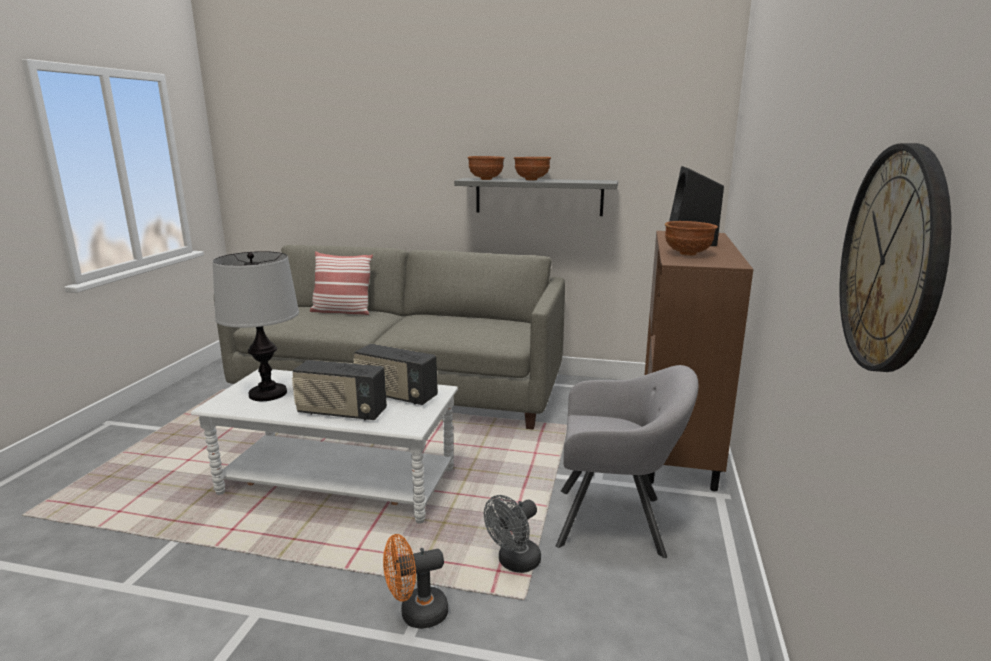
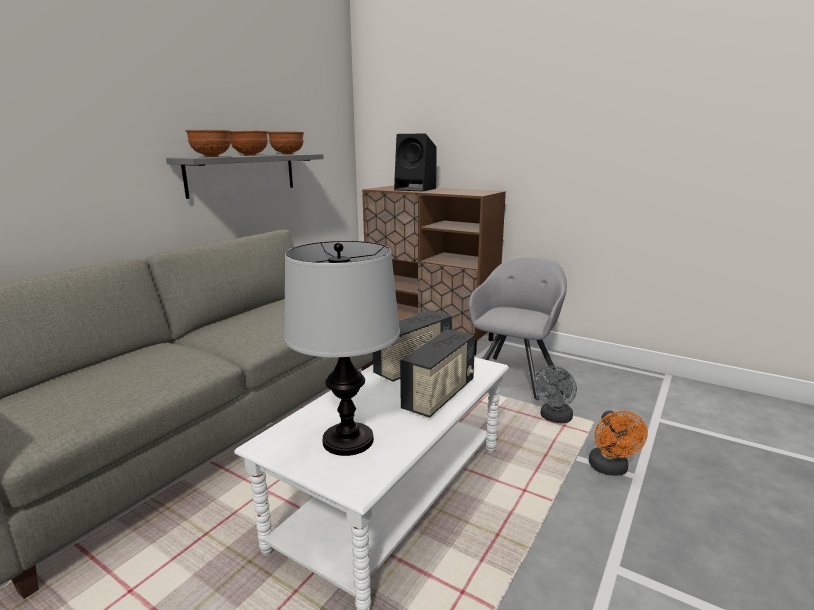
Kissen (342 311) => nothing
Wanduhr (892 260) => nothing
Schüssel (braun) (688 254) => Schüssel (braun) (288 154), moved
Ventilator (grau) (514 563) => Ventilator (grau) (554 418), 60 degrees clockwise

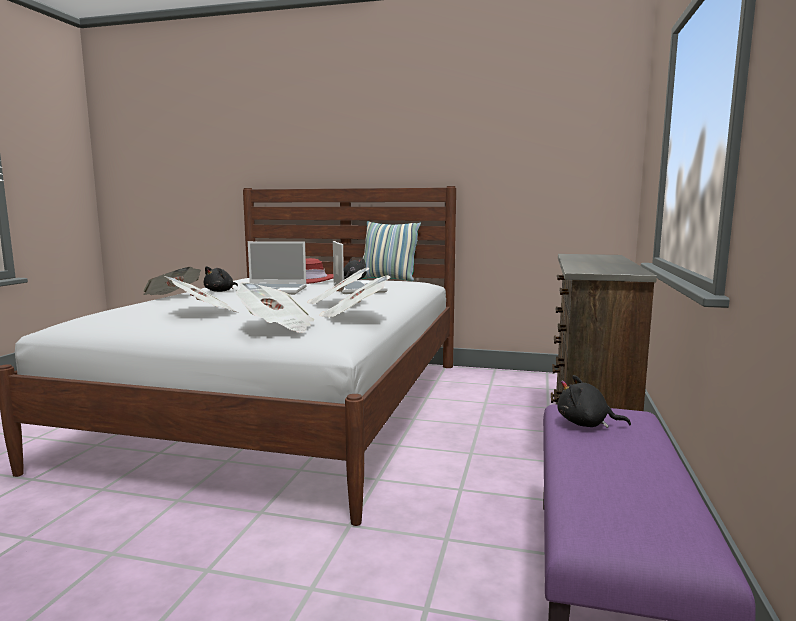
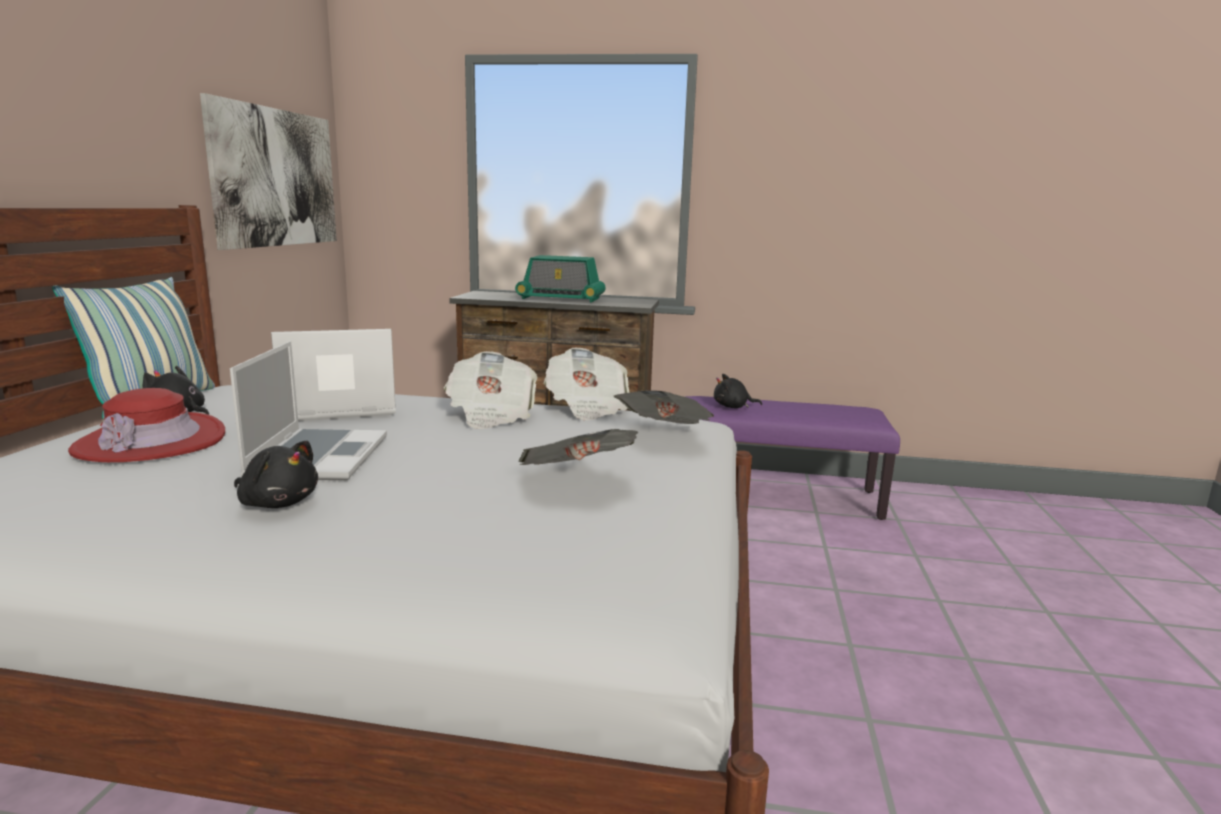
Zeitung (173 297) => nothing
nothing => Bild (276 178)
nothing => Radio (560 298)
Plüschtier (schwarz) (586 424) => Plüschtier (schwarz) (733 407), 75 degrees clockwise

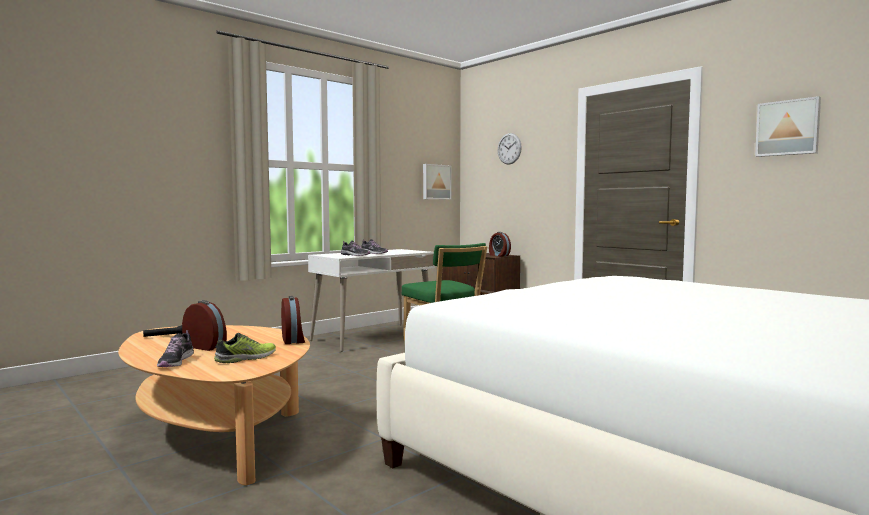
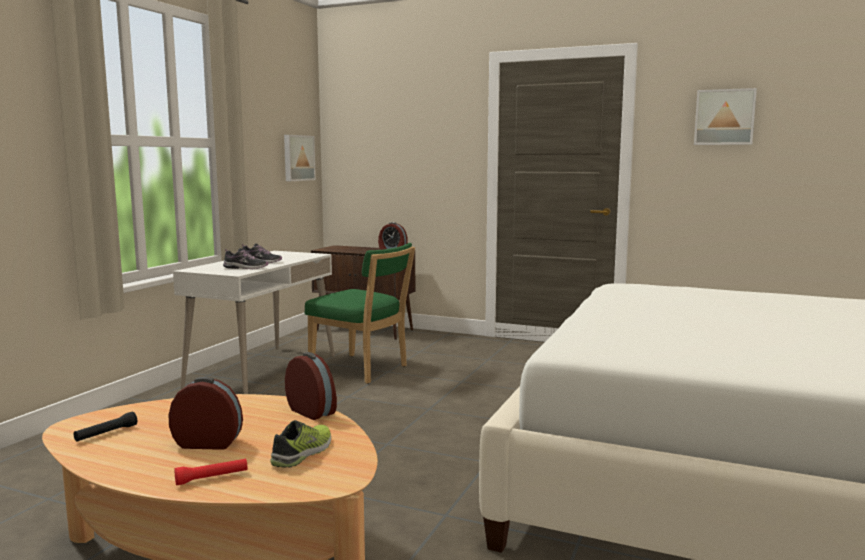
Wanduhr (509 148) => nothing
Schuh (175 362) => Taschenlampe (rot) (212 478)

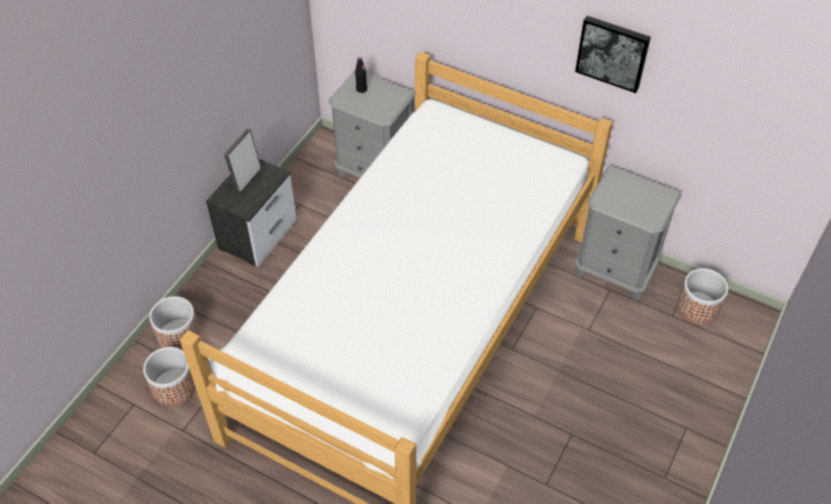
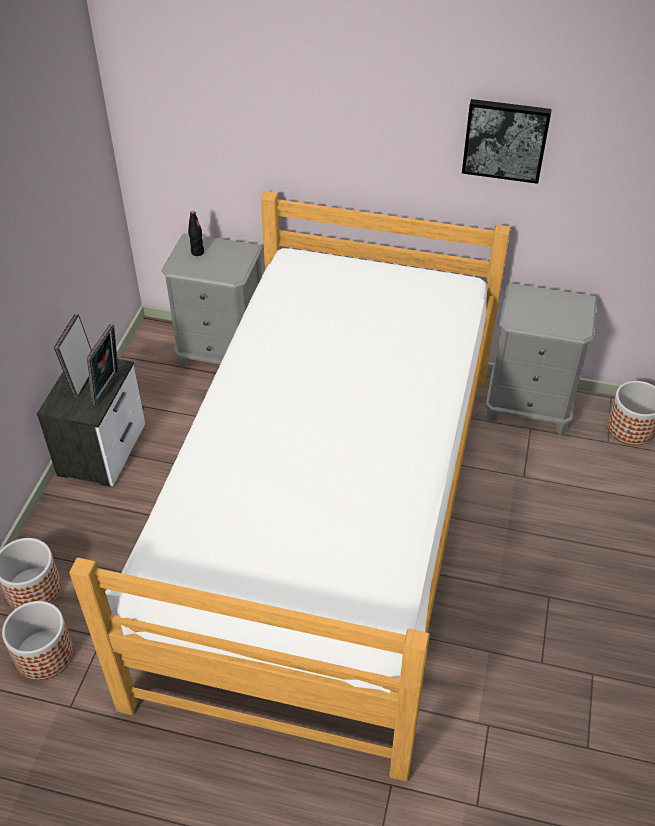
nothing => Bilderrahmen (108 389)

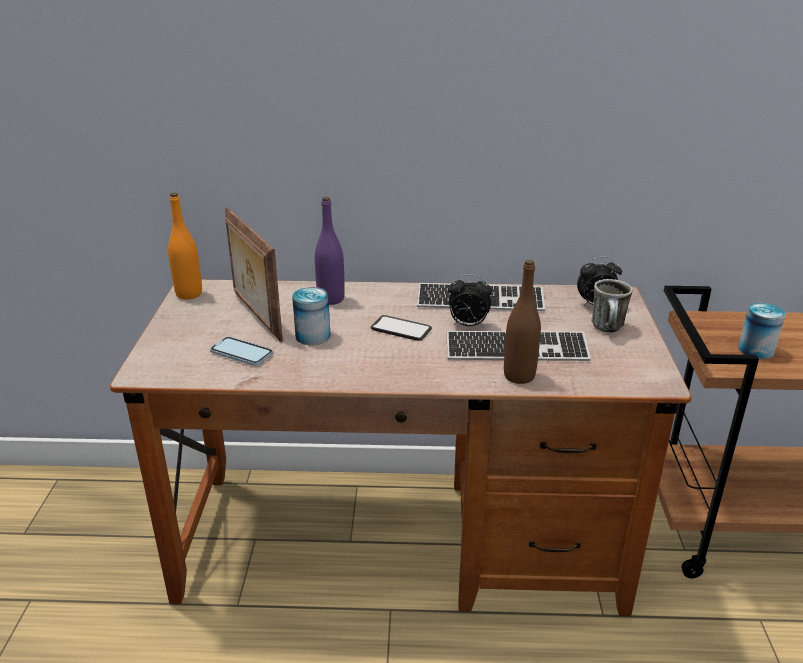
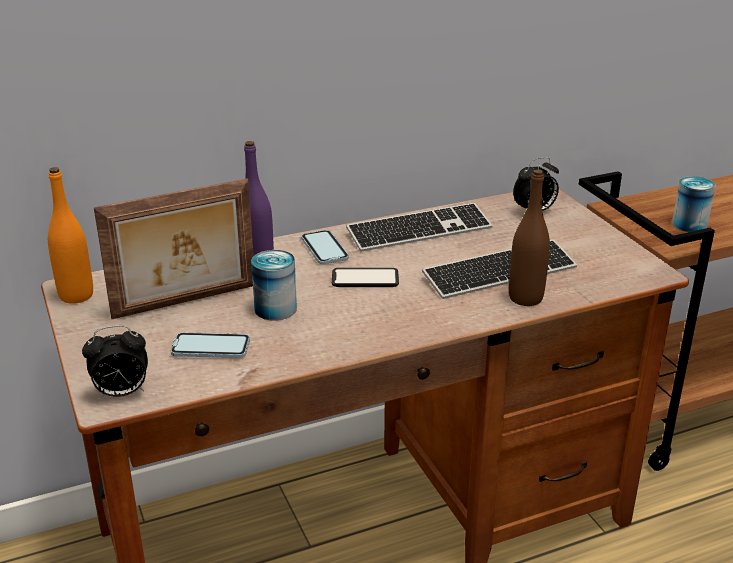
Henkelbecher (609 330) => nothing
nothing => Handy (324 249)
Wecker (468 325) => Wecker (121 393), moved
Bilderrahmen (255 316) => Bilderrahmen (186 302), 60 degrees counterclockwise

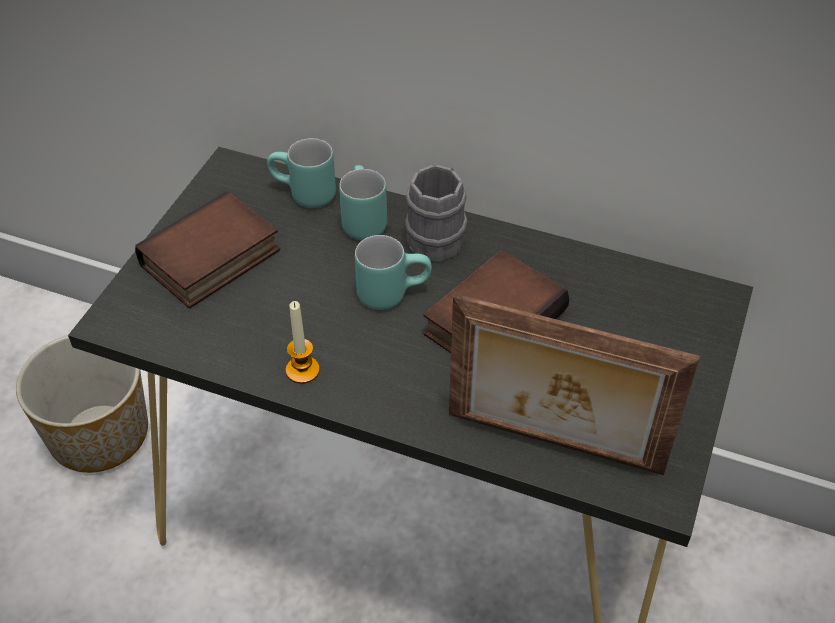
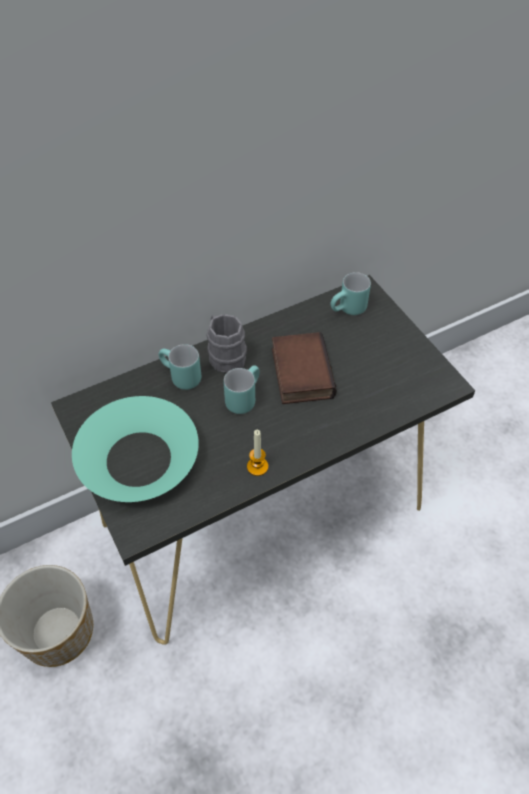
Bilderrahmen (553 445) => nothing
Henkelbecher (türkis) (302 195) => Henkelbecher (türkis) (349 311), moved
Buch (211 261) => Schüssel (türkis) (139 459)

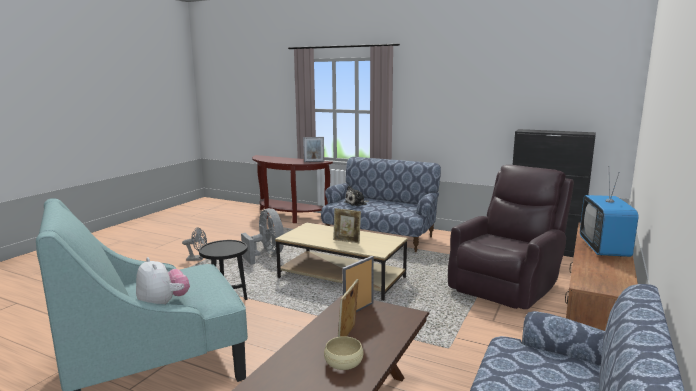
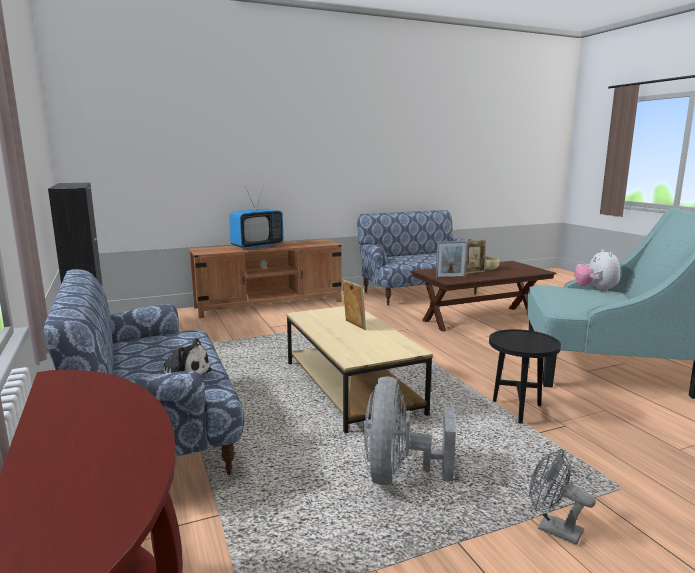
Bilderrahmen (314 161) => nothing
Sessel (braun) (507 284) => nothing

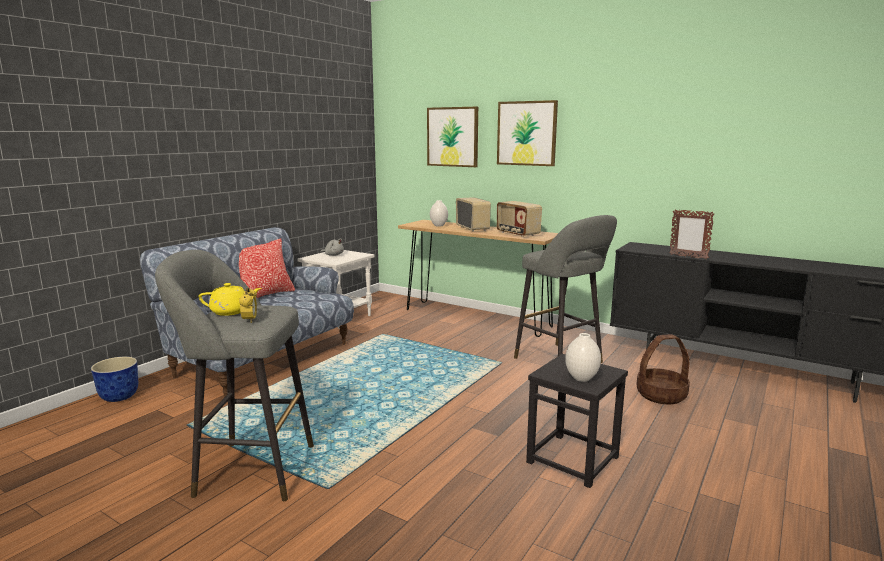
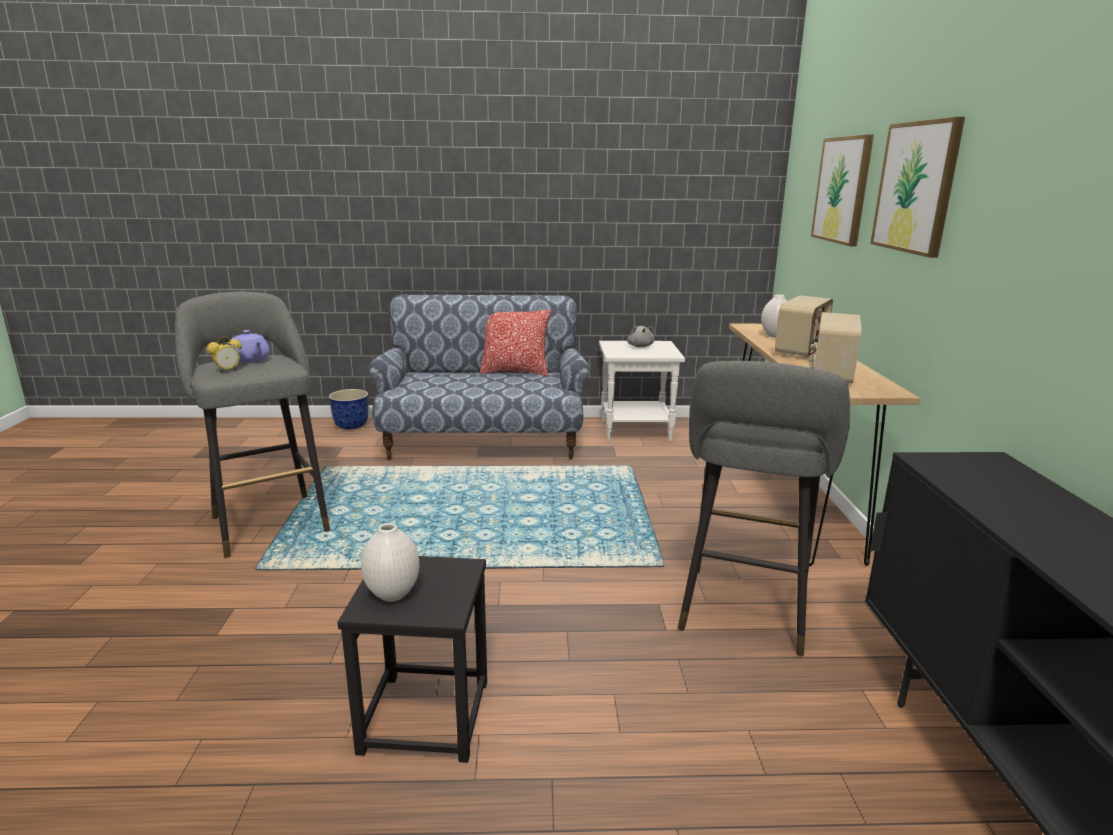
Korb (661 395) => nothing
Bilderrahmen (688 257) => nothing
Teekanne (gelb) (231 312) => Teekanne (lila) (250 360)

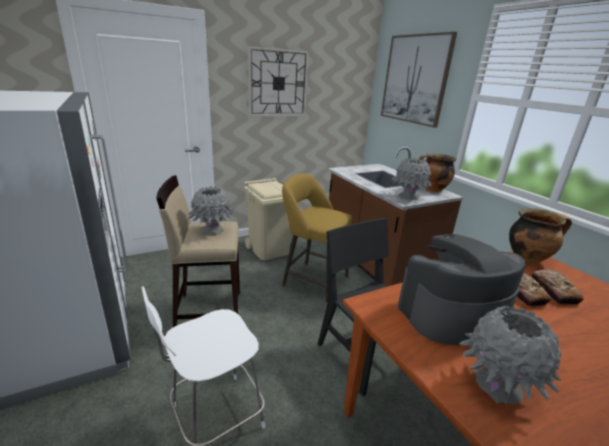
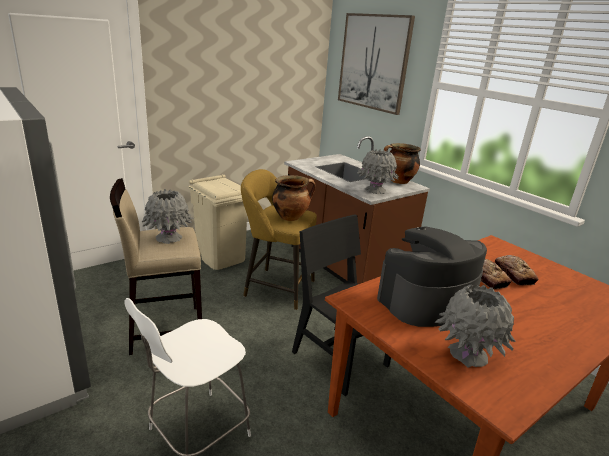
Wanduhr (278 83) => nothing
Kochtopf (527 258) => Kochtopf (291 217), moved

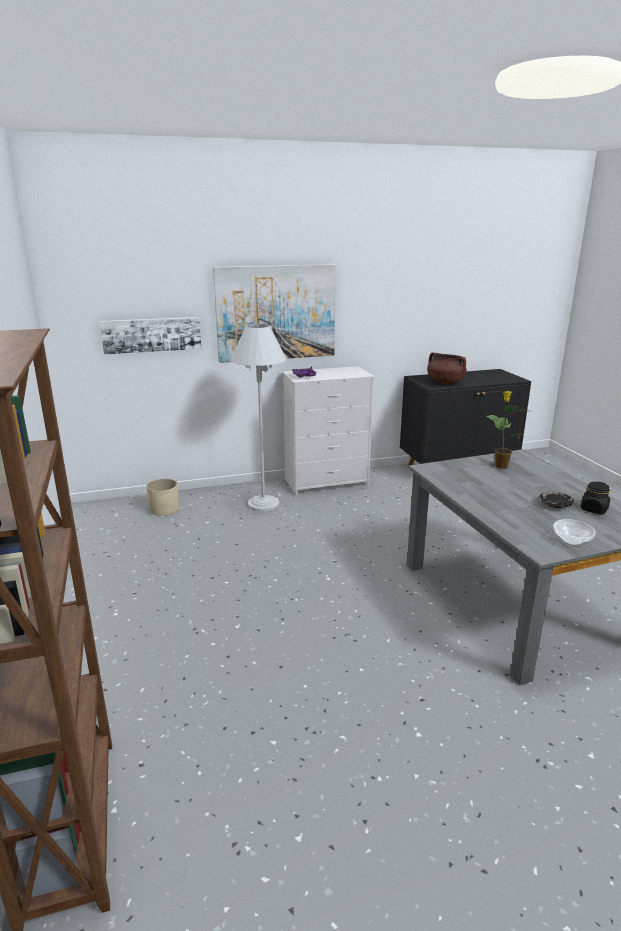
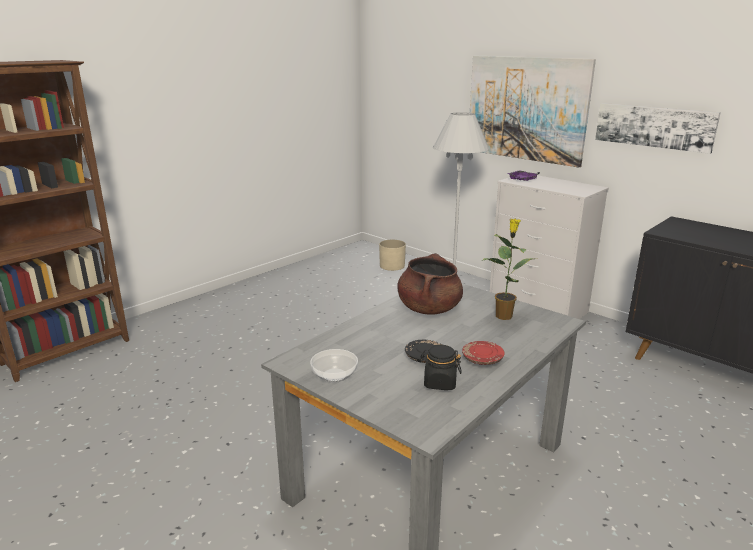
nothing => Teller (rot) (482 359)
Bild (151 334) => Bild (654 126), moved
Kochtopf (braun) (445 382) => Kochtopf (braun) (429 308), moved

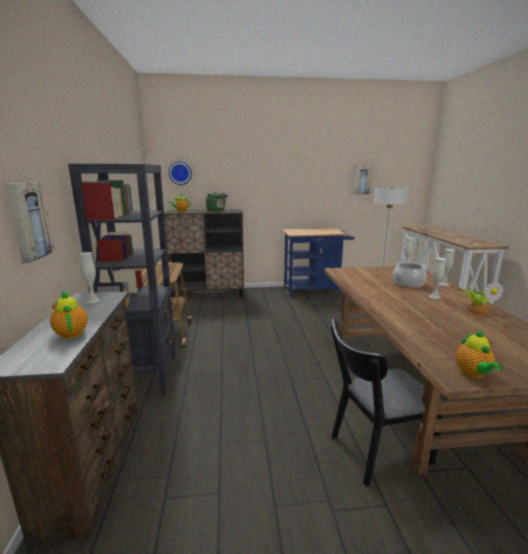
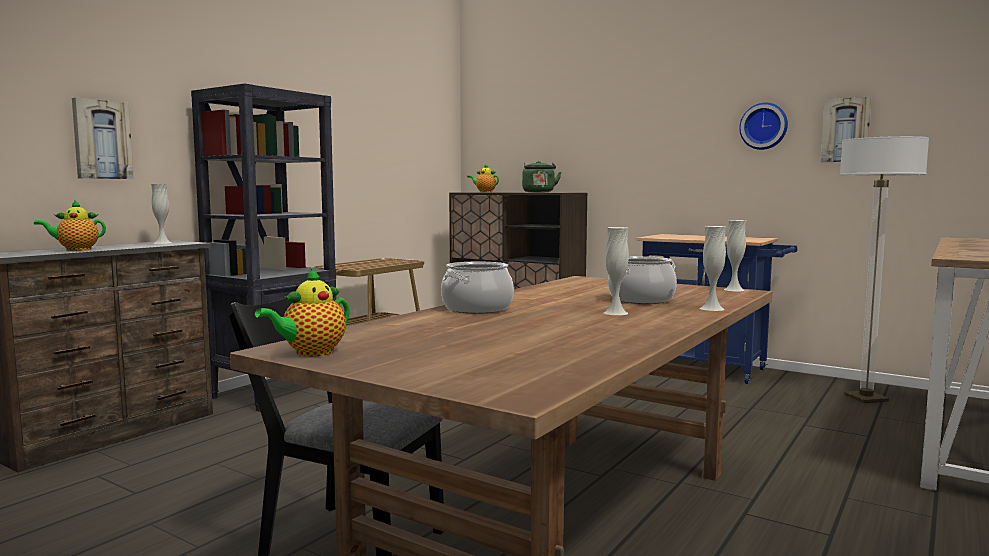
Topfpflanze (478 311) => nothing
nothing => Kochtopf (477 308)
Wanduhr (180 173) => Wanduhr (764 126), moved
Teekanne (71 333) => Teekanne (75 250), 120 degrees counterclockwise

